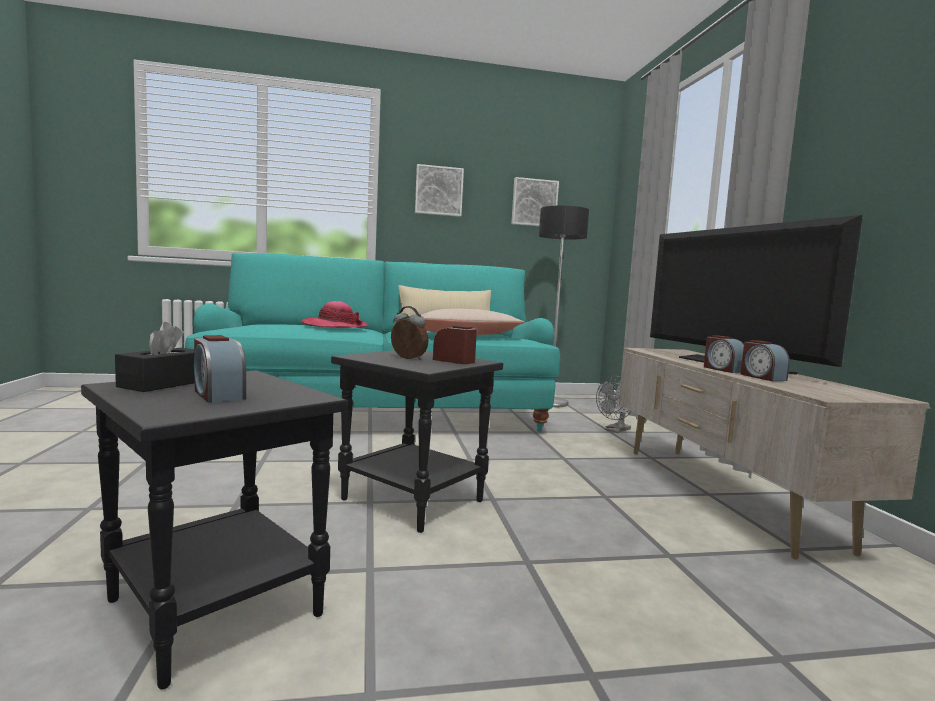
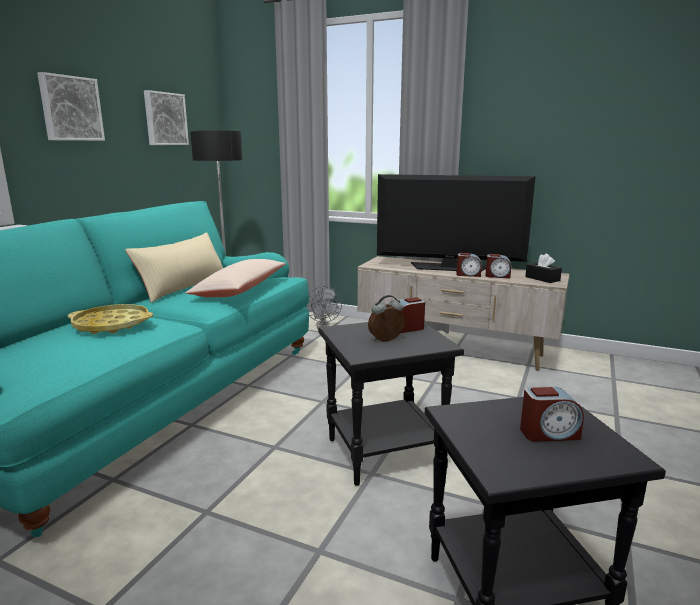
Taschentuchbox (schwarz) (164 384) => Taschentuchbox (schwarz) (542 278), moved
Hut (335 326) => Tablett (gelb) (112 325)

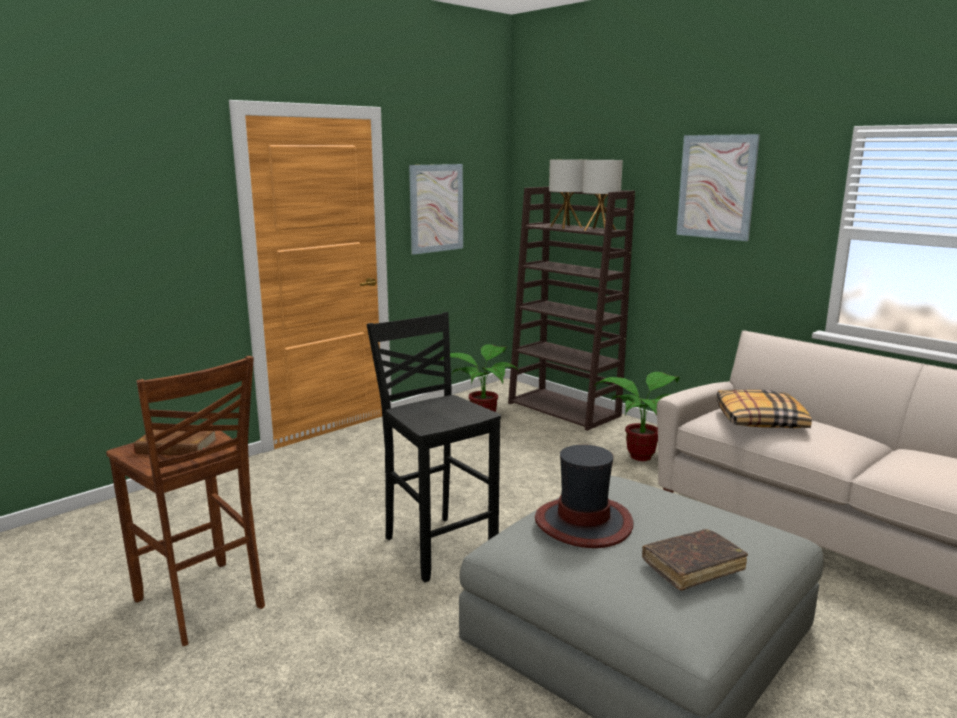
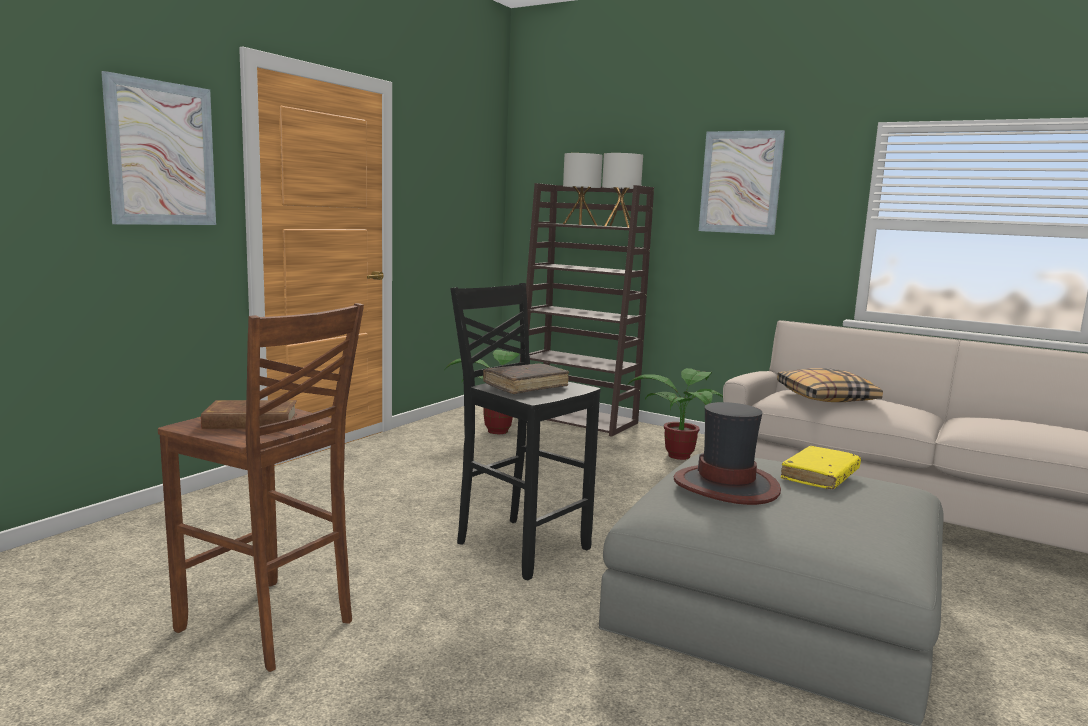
nothing => Buch (gelb) (820 476)
Bild (436 208) => Bild (161 154), moved
Buch (braun) (693 566) => Buch (braun) (525 386), moved

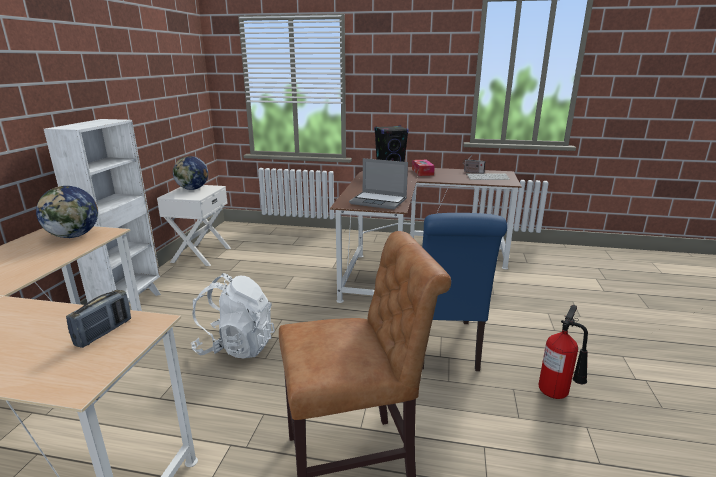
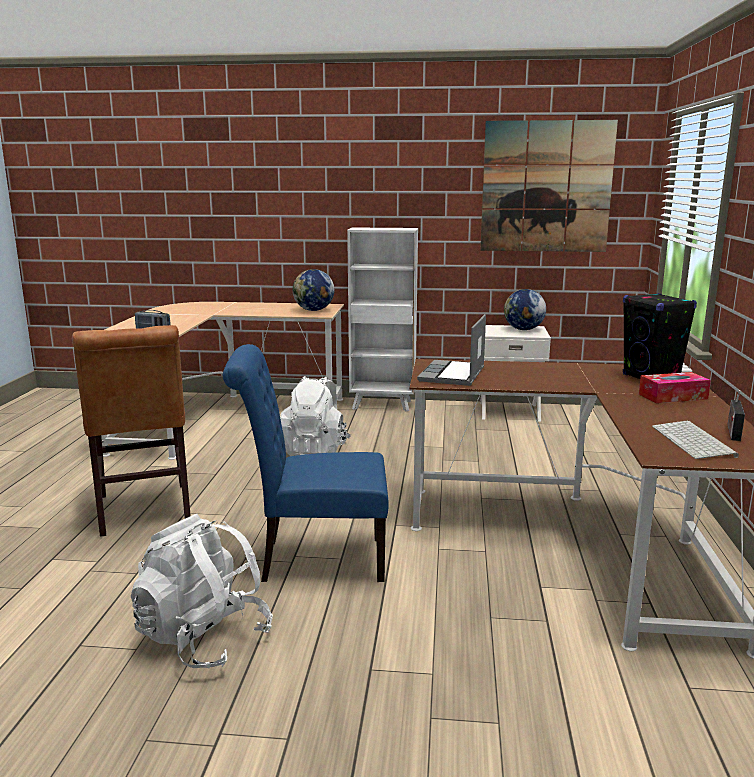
nothing => Bild (546 187)
Feuerlöscher (557 393) => Rucksack (weiß) (203 638)

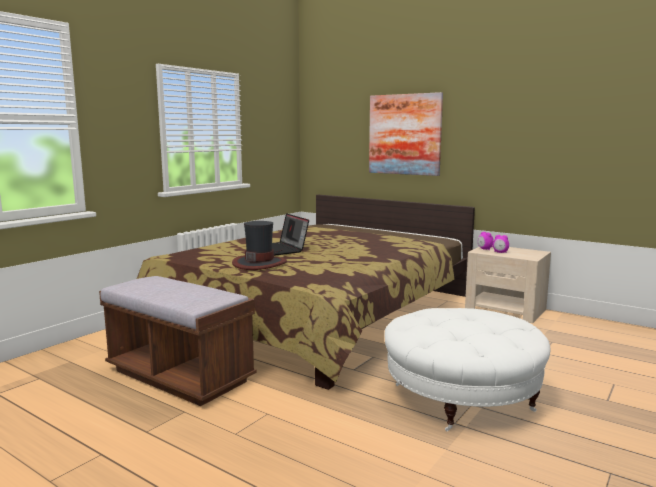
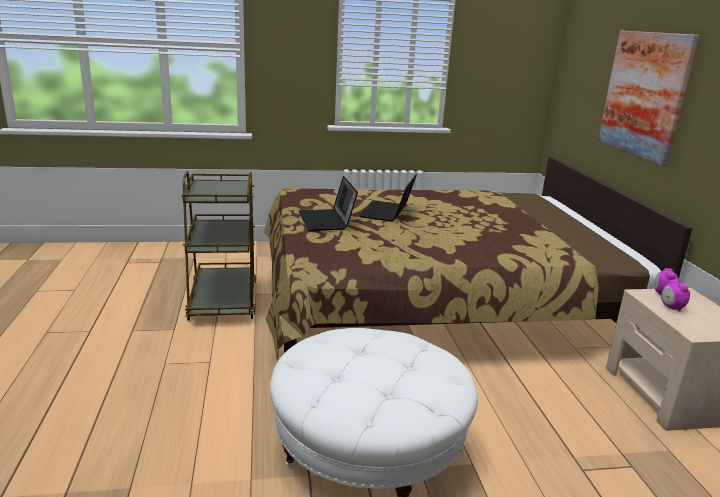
Bank (braun) (179 376) => Rollwagen (braun) (223 301)
Hut (259 263) => Laptop (327 221)

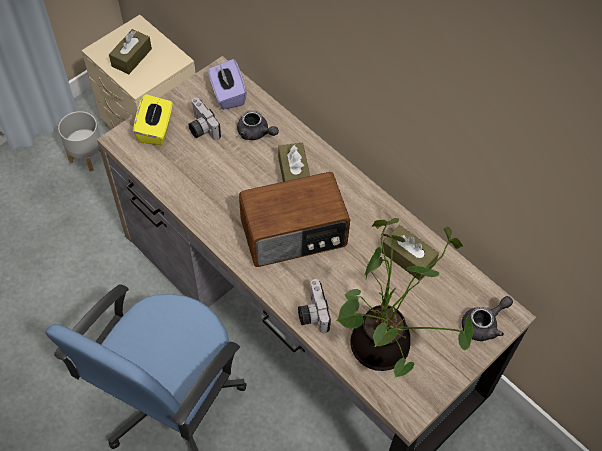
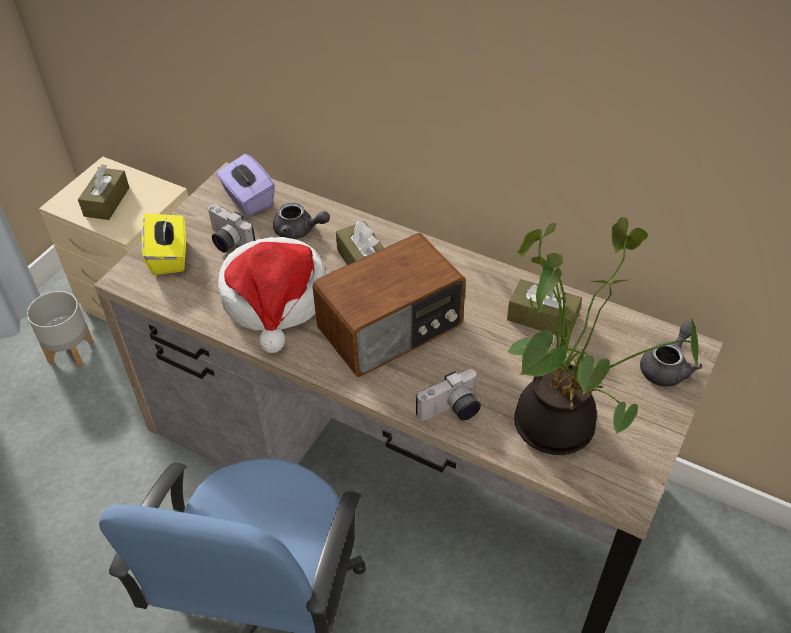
nothing => Hut (275 300)
Kamera (311 312) => Kamera (451 411), 90 degrees counterclockwise

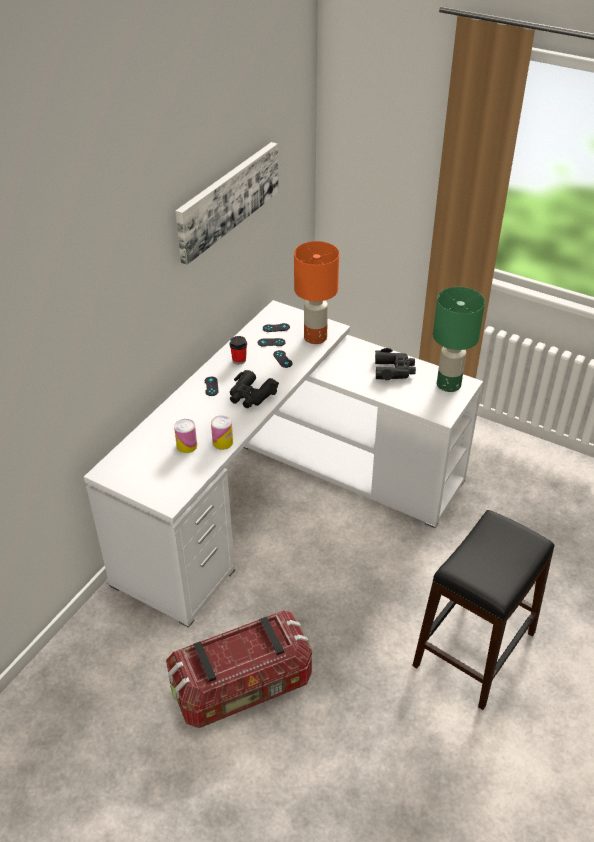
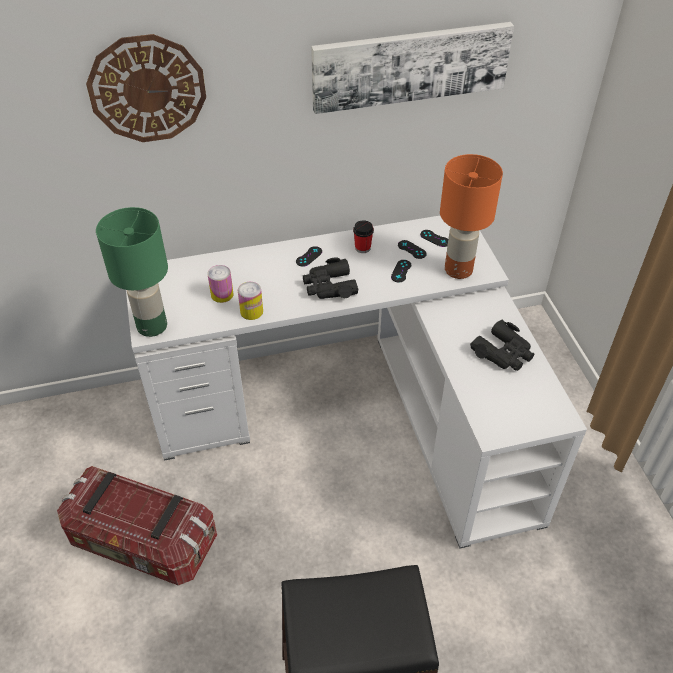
nothing => Wanduhr (147 89)
Tischlampe (grün) (449 385) => Tischlampe (grün) (152 327), moved

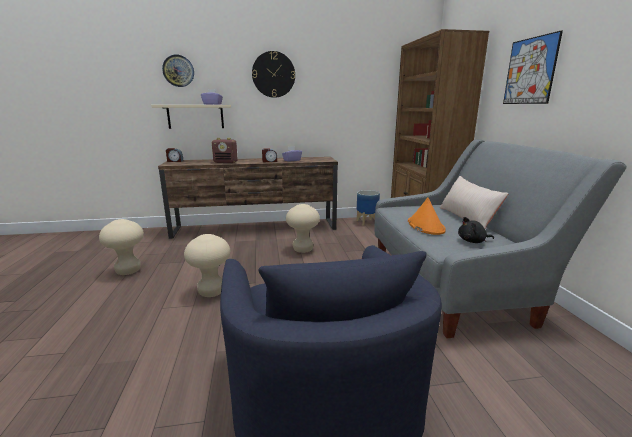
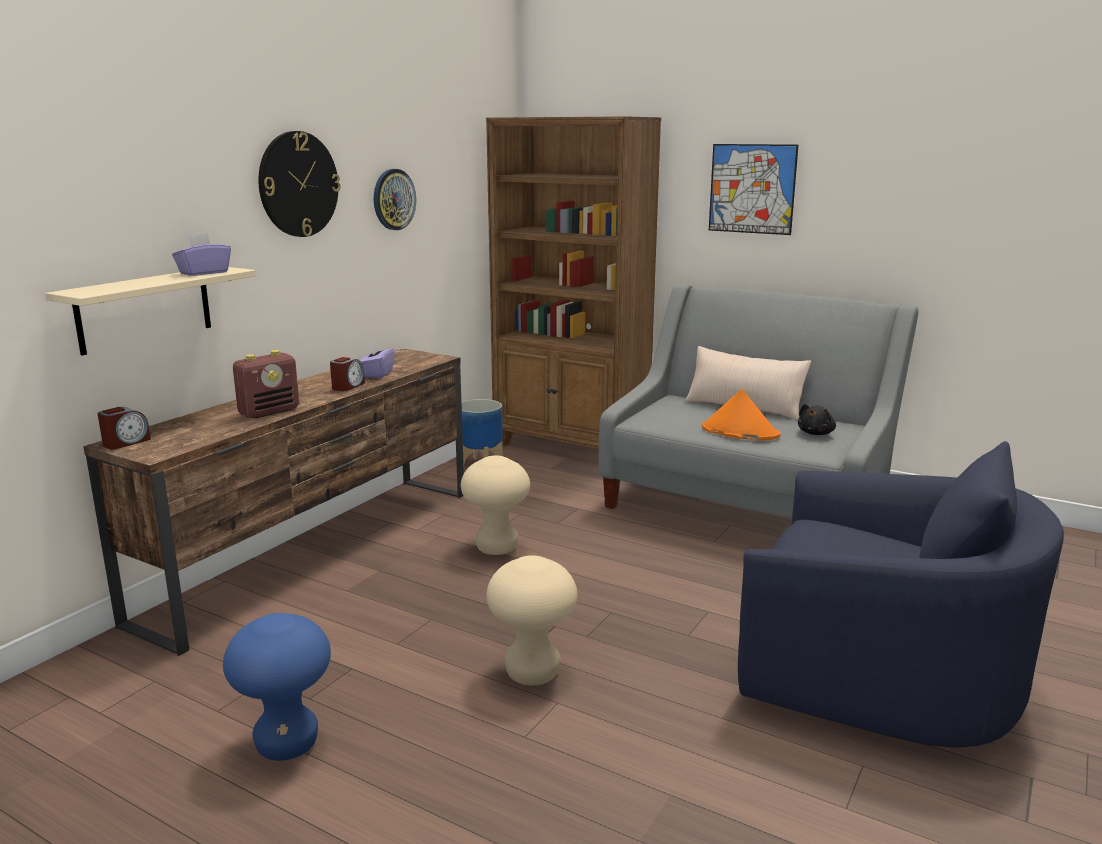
Wanduhr (178 71) => Wanduhr (393 199), moved
Hocker (beige) (128 271) => Hocker (blau) (287 744)

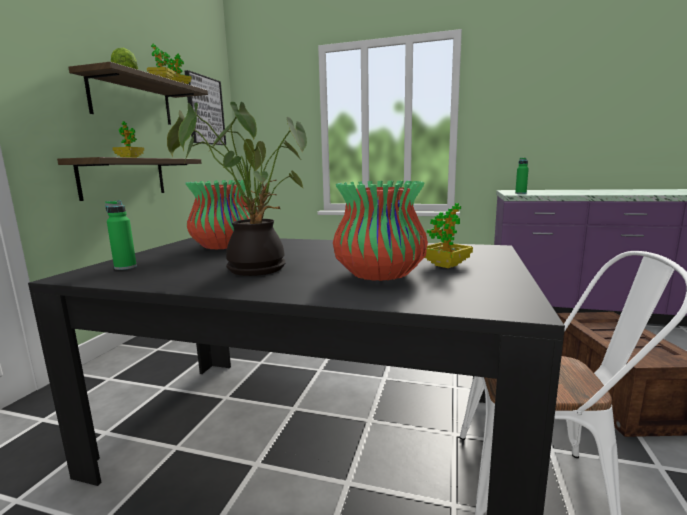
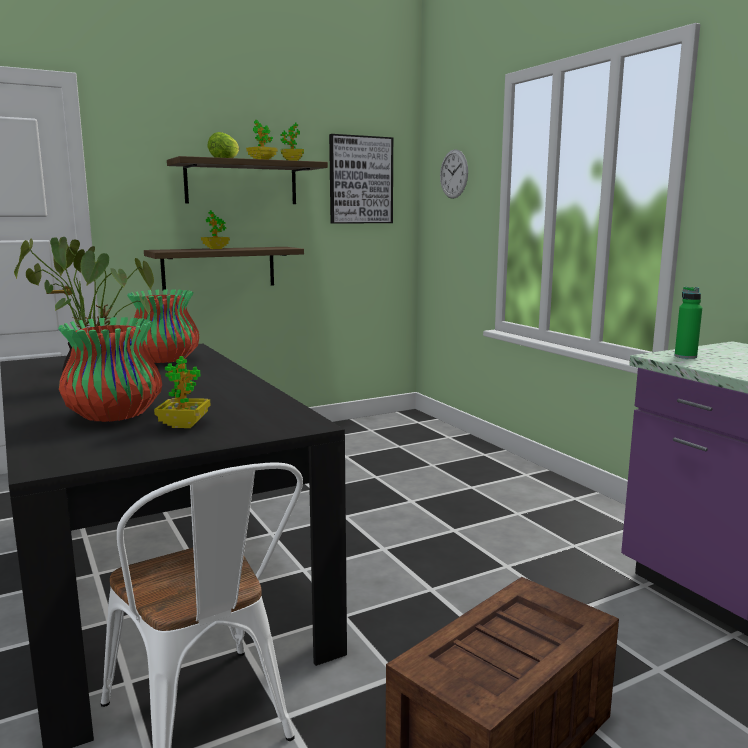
Flasche (grün) (125 267) => nothing
nothing => Wanduhr (454 174)

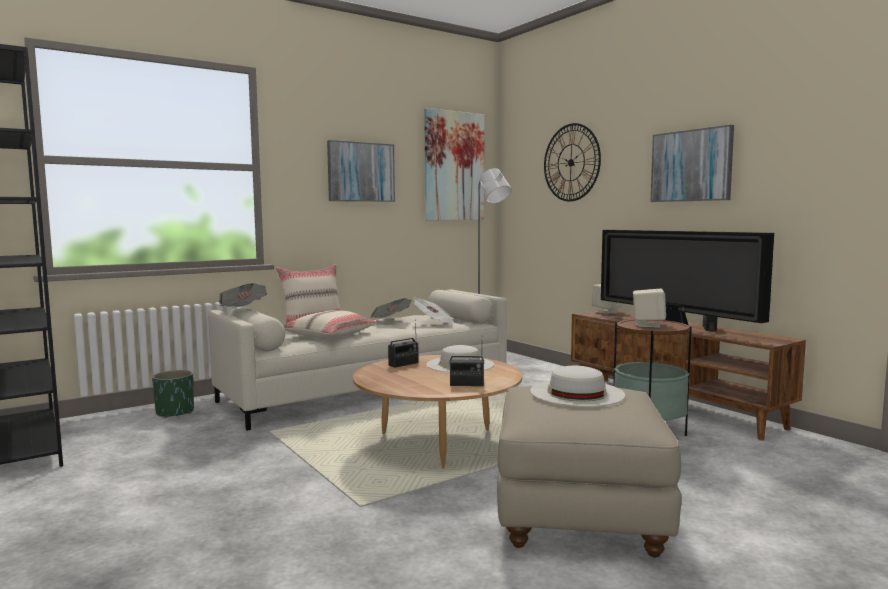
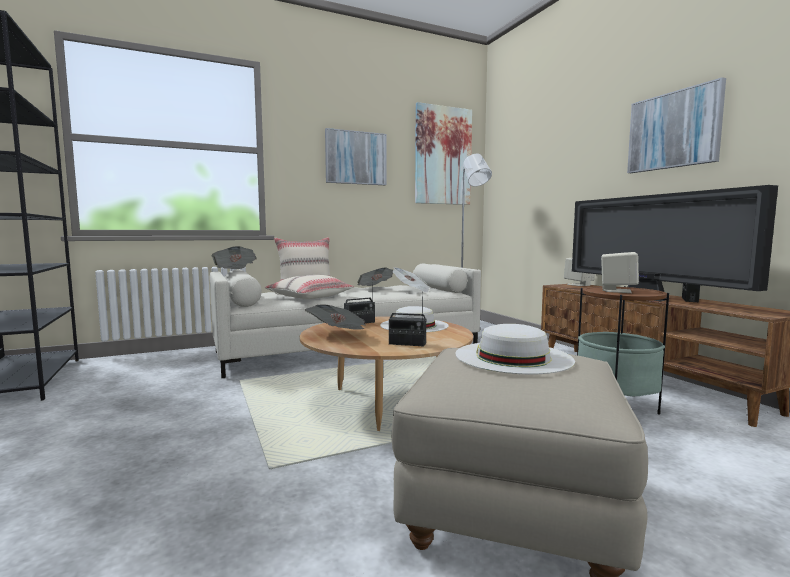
Pflanzkübel (grün) (175 412) => nothing
Wanduhr (571 162) => nothing
nothing => Zeitung (339 335)

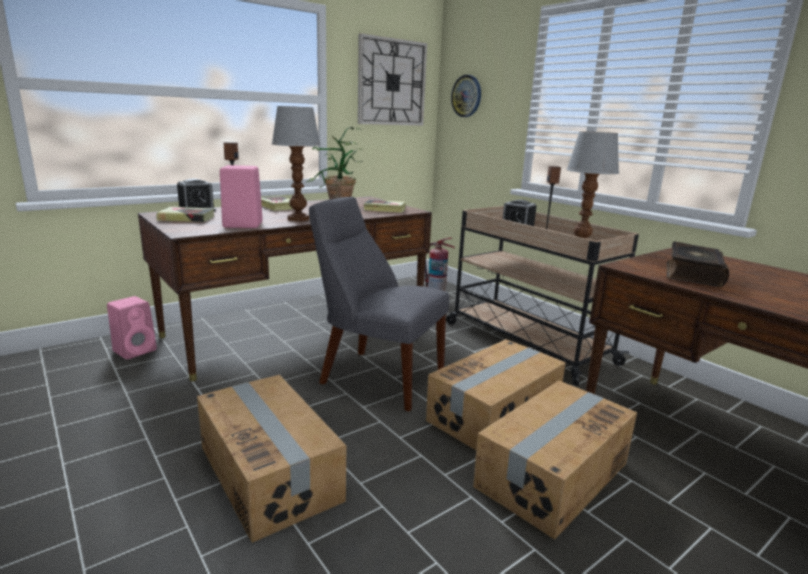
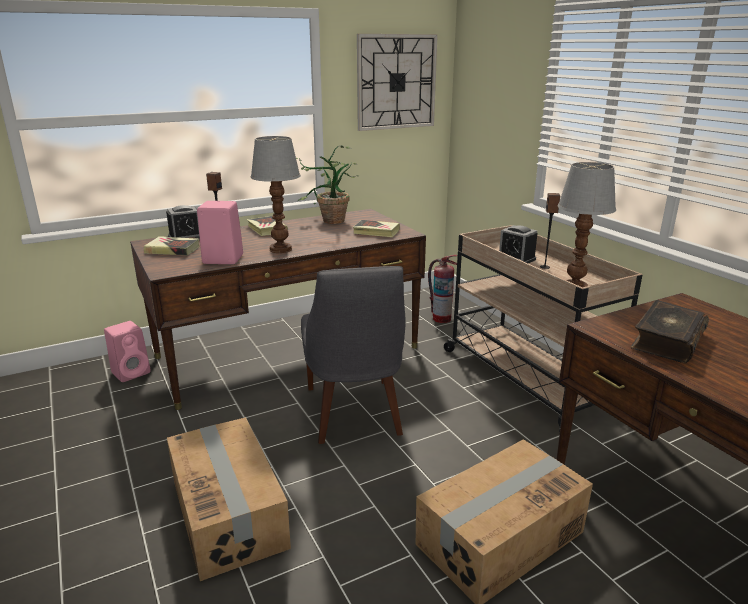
Karton (495 414) => nothing
Wanduhr (466 96) => nothing
Stuhl (grau) (377 376) => Stuhl (grau) (354 413), 135 degrees counterclockwise

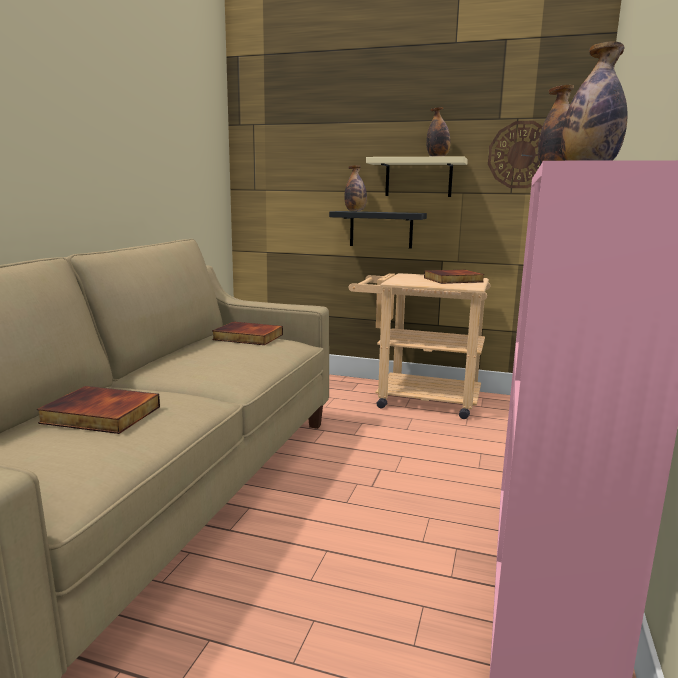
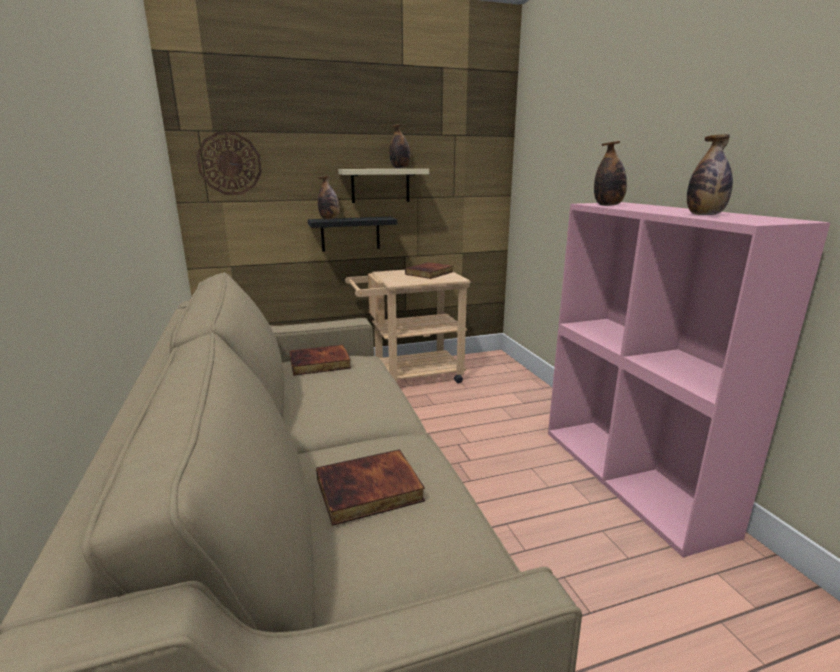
Wanduhr (521 155) => Wanduhr (230 163), moved

